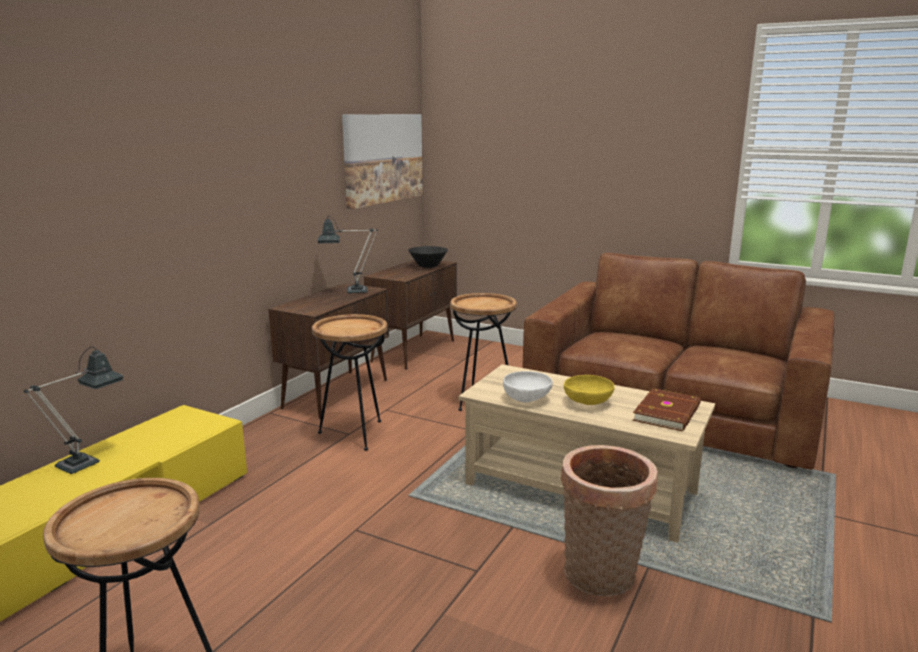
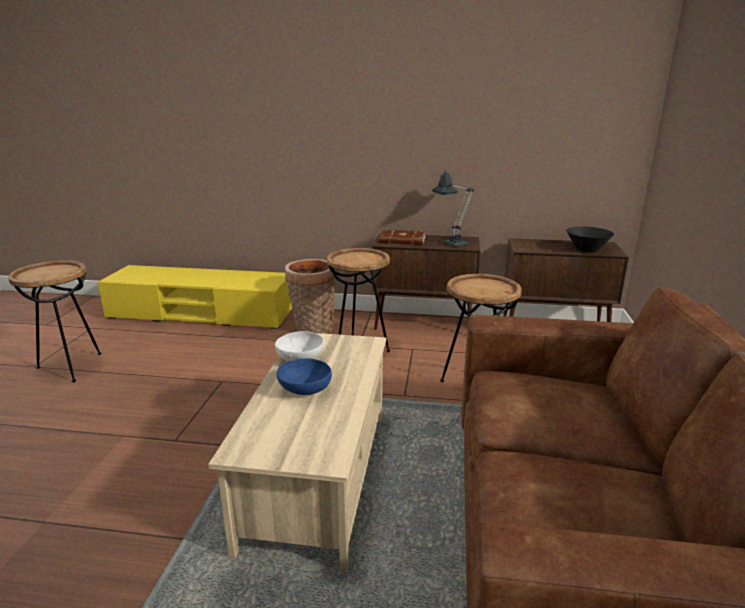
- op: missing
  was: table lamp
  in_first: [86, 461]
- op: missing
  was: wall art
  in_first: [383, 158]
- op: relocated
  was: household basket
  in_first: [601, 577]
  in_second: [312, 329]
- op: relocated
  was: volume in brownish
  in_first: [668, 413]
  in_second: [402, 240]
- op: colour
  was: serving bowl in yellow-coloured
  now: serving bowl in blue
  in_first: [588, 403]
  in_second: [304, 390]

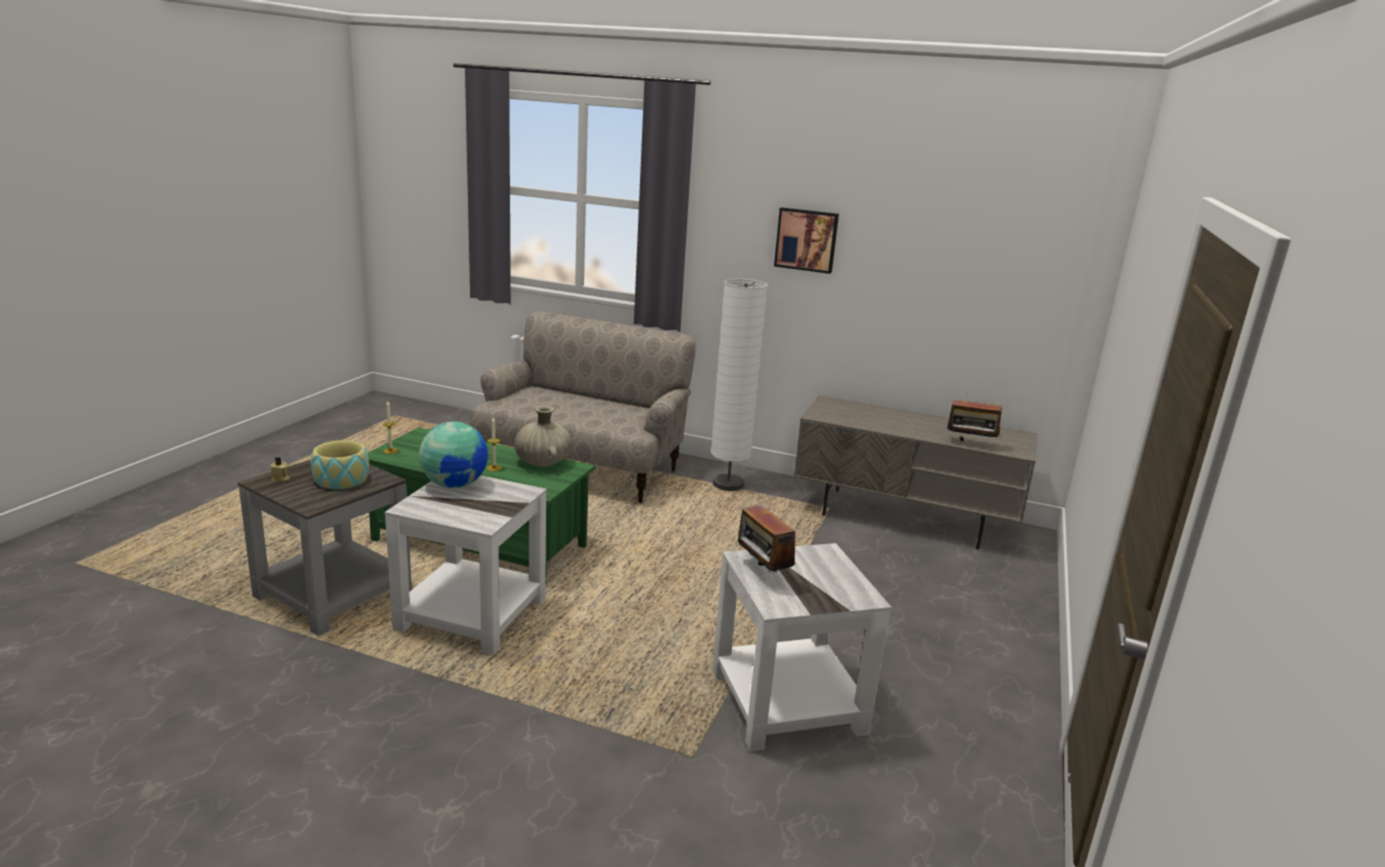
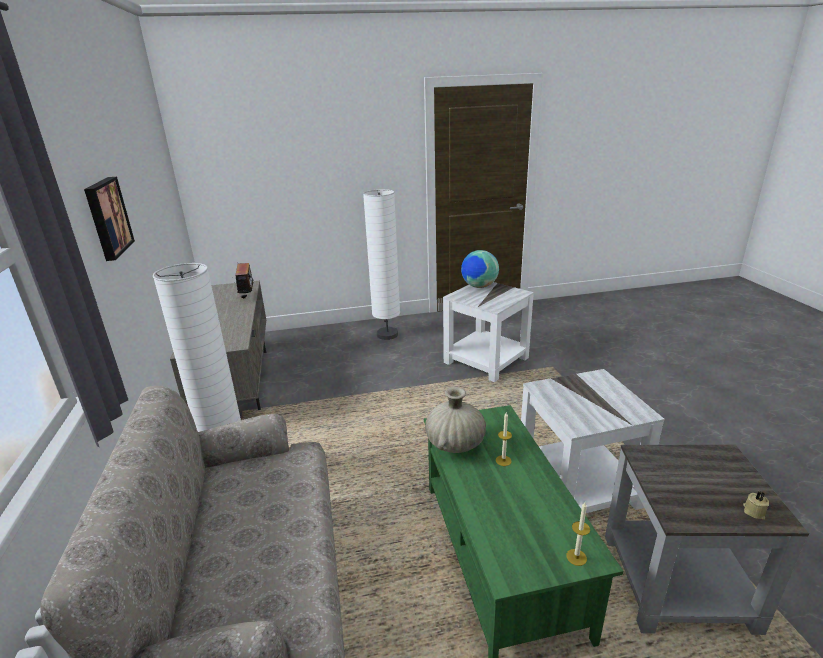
- op: missing
  was: serving bowl
  in_first: [342, 479]
- op: missing
  was: radio
  in_first: [762, 572]
- op: appeared
  now: standing lamp in white-coloured
  in_second: [387, 335]
- op: relocated
  was: world globe
  in_first: [455, 485]
  in_second: [479, 286]

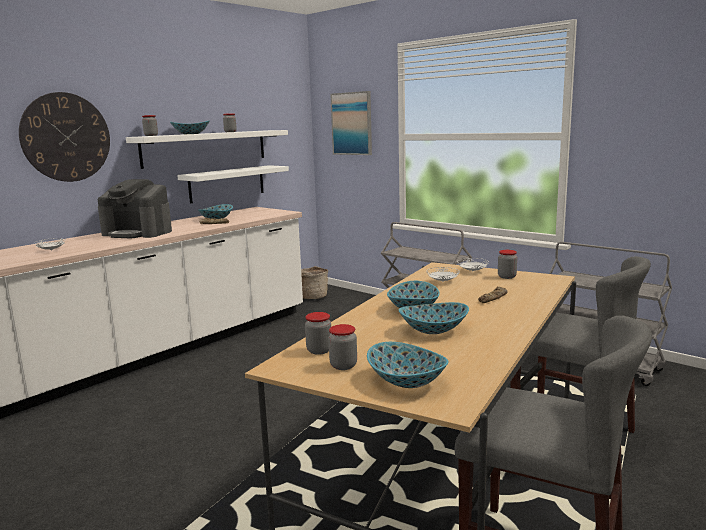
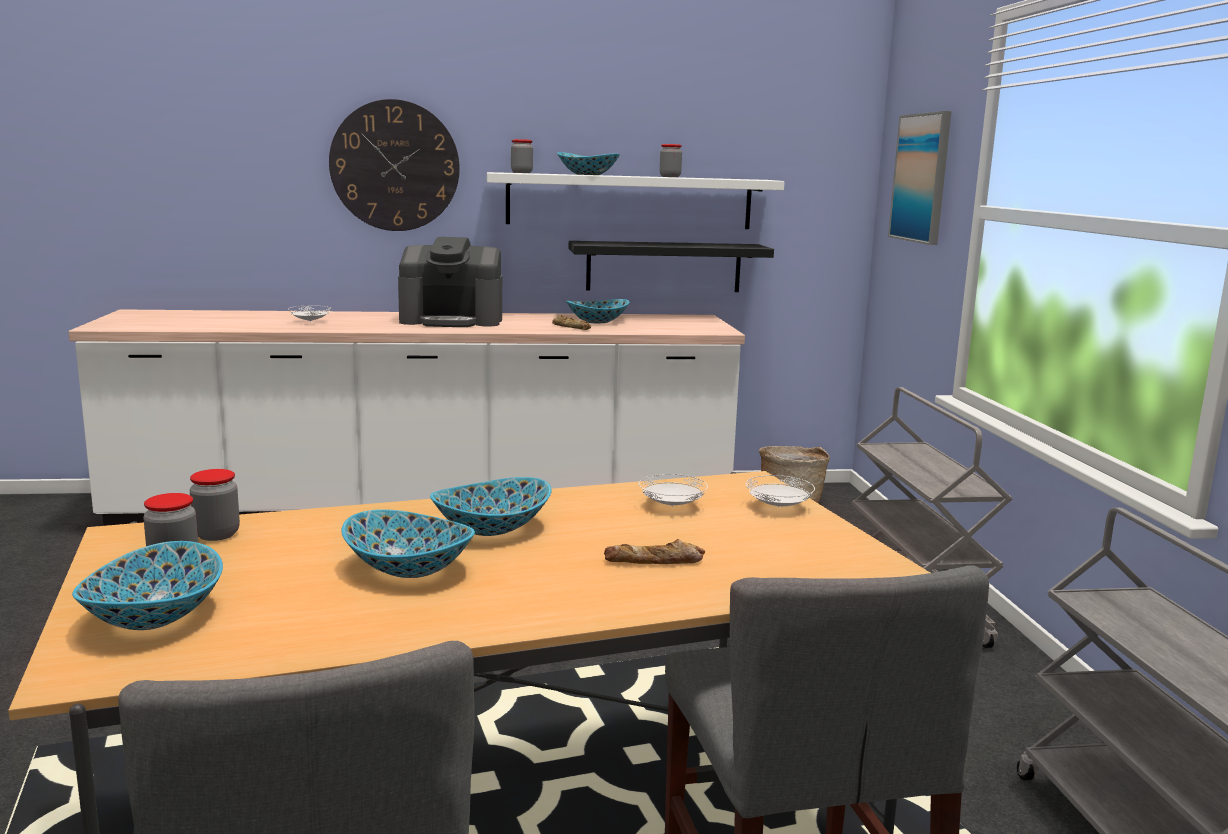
- op: missing
  was: jar
  in_first: [506, 277]
- op: colour
  was: wall shelf in white-coloured
  now: wall shelf in black
  in_first: [227, 183]
  in_second: [663, 266]
- op: spun
  was: coffee machine
  in_first: [138, 233]
  in_second: [452, 320]
  clockwise: -60

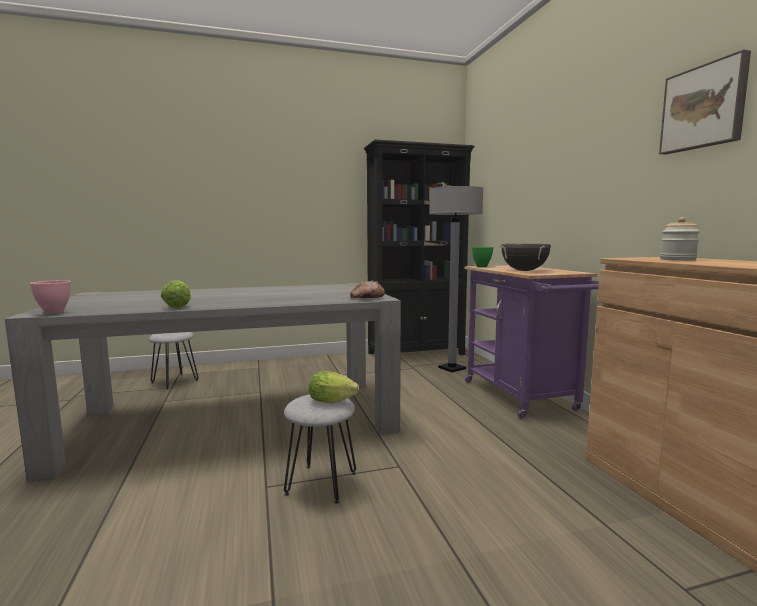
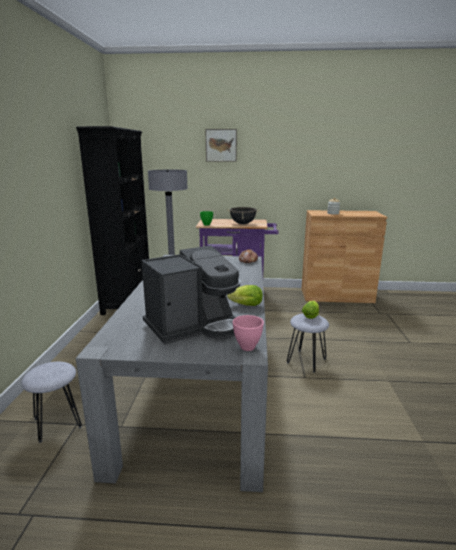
- op: appeared
  now: coffee machine
  in_second: [194, 326]
- op: relocated
  was: wall art
  in_first: [704, 107]
  in_second: [221, 145]

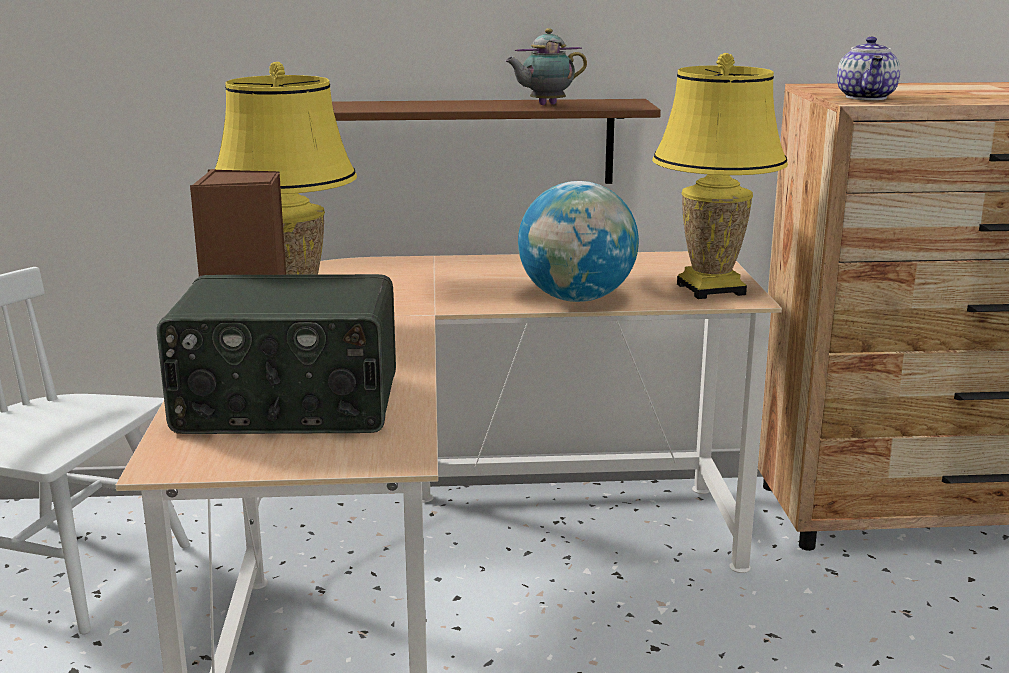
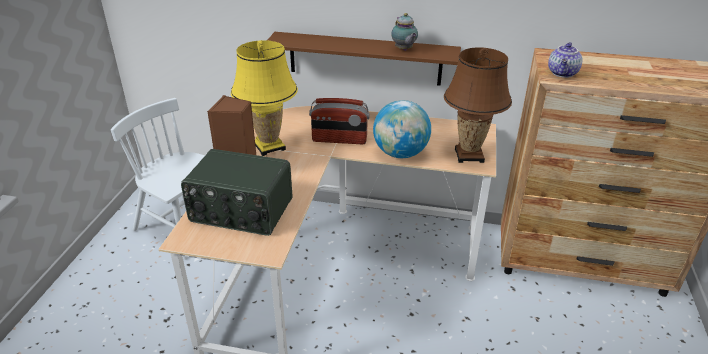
- op: appeared
  now: radio
  in_second: [339, 140]
- op: colour
  was: table lamp in yellow-coloured
  now: table lamp in brownish
  in_first: [710, 289]
  in_second: [468, 155]
- op: spun
  was: pot for tea
  in_first: [544, 105]
  in_second: [404, 50]
  clockwise: -105

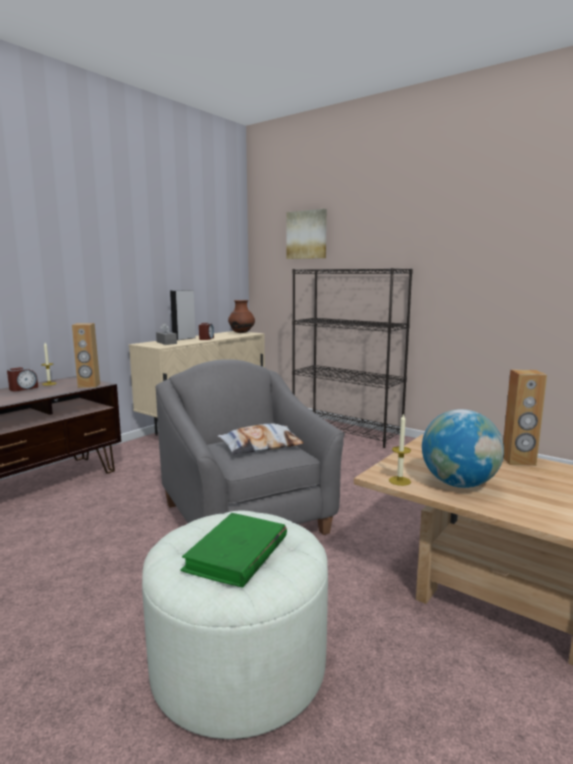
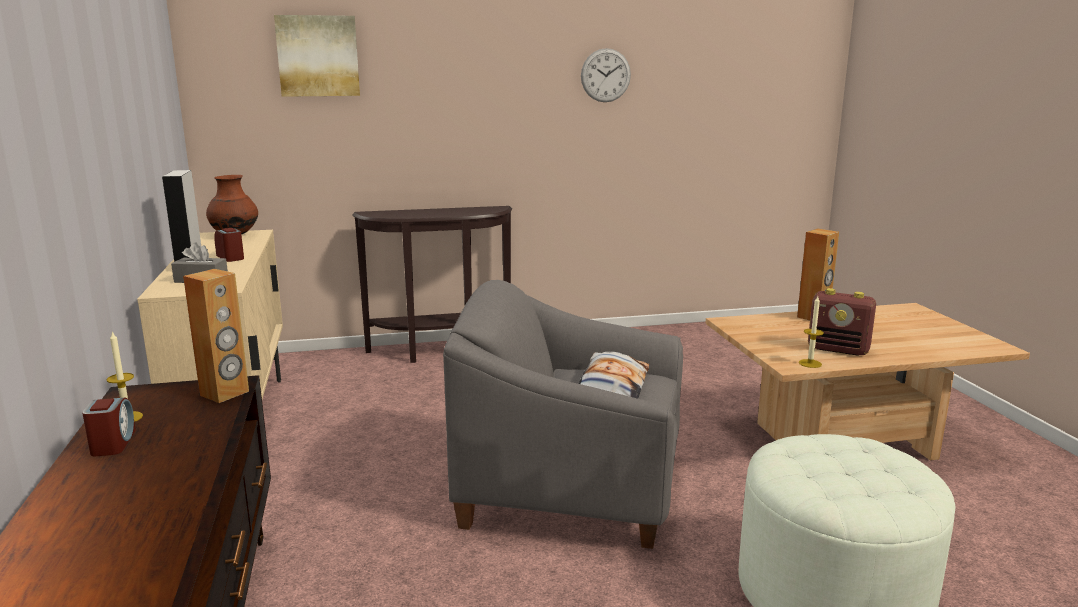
- op: missing
  was: volume in greenish
  in_first: [236, 554]
- op: appeared
  now: clock on the wall
  in_second: [605, 75]
- op: exchanged
  was: bookcase in black
  now: narrow table in brownish
  in_first: [346, 431]
  in_second: [441, 352]
- op: exchanged
  was: world globe
  now: radio
  in_first: [459, 484]
  in_second: [839, 349]

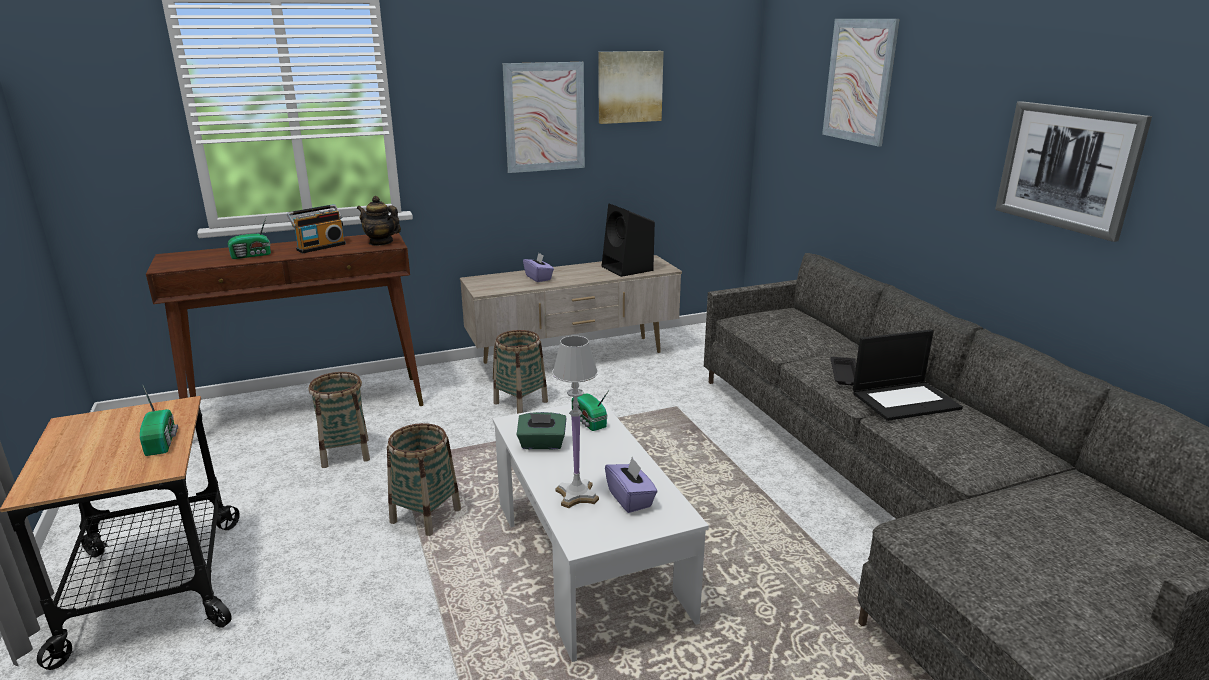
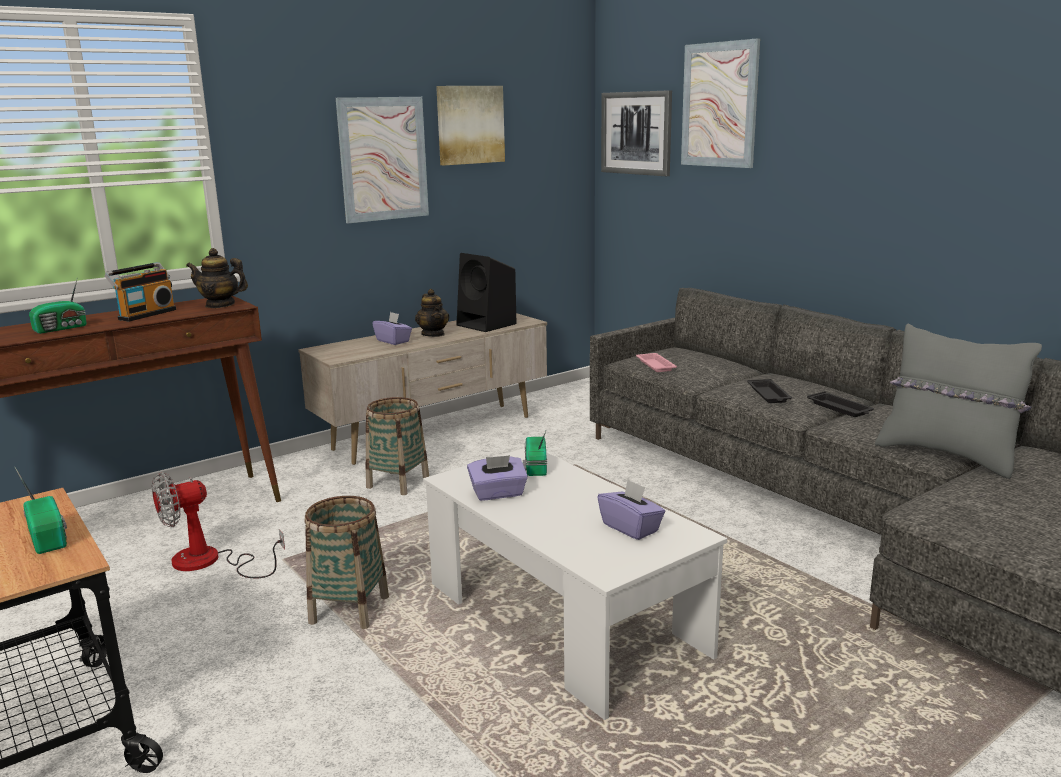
- op: missing
  was: table lamp in white-coloured
  in_first: [576, 494]
- op: appeared
  now: pot for tea
  in_second: [433, 334]
- op: appeared
  now: carrying tray in pink
  in_second: [655, 365]
- op: appeared
  now: cushion in grey
  in_second: [947, 455]
- op: relocated
  was: wall art
  in_first: [1067, 167]
  in_second: [636, 133]
- op: exchanged
  was: household basket
  now: cooling fan
  in_first: [345, 453]
  in_second: [210, 562]
- op: exchanged
  was: portable computer
  now: carrying tray in black
  in_first: [905, 400]
  in_second: [840, 408]
- op: colour
  was: tissue holder in greenish
  now: tissue holder in purple-coloured
  in_first: [542, 444]
  in_second: [498, 494]
- op: spun
  was: radio
  in_first: [588, 422]
  in_second: [534, 467]
  clockwise: 45

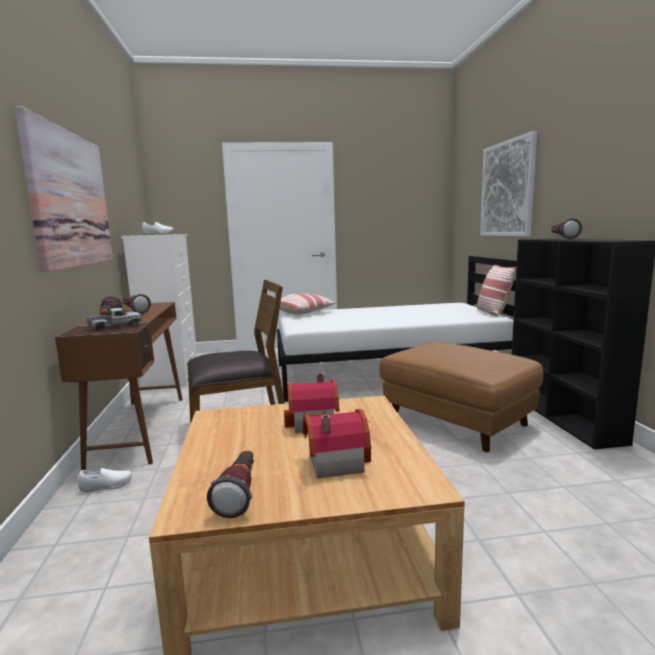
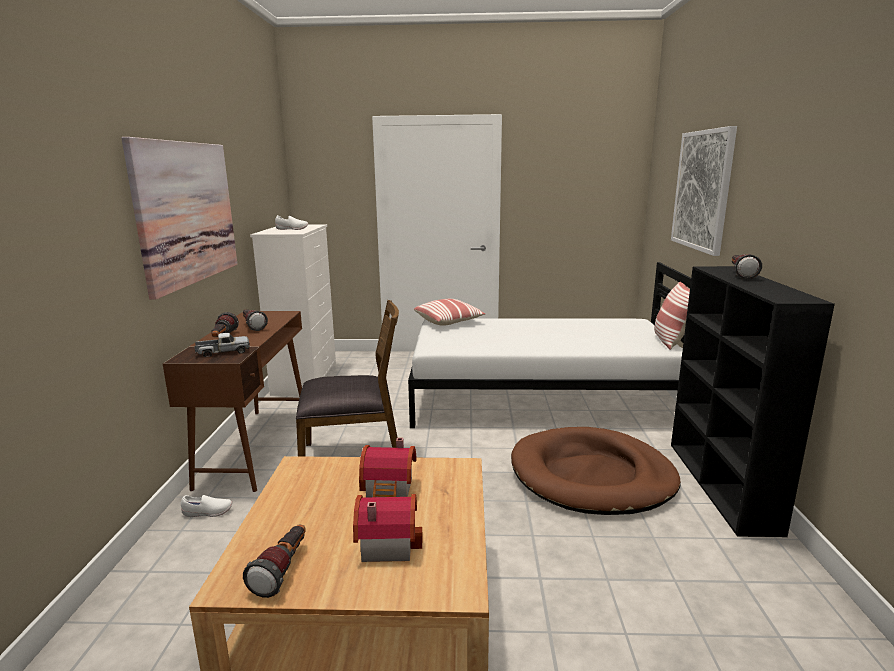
- op: exchanged
  was: footrest in brownish
  now: pet bed in brownish
  in_first: [457, 420]
  in_second: [592, 476]

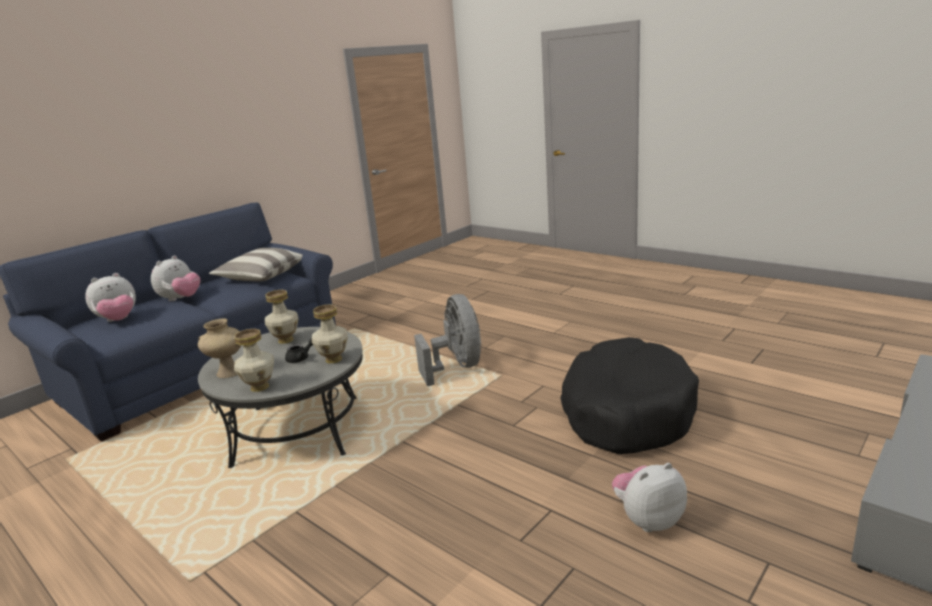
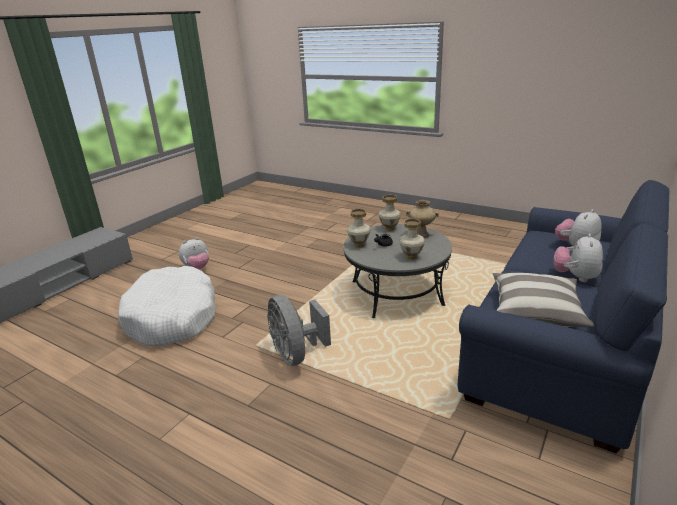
- op: colour
  was: pet bed in black
  now: pet bed in white-coloured
  in_first: [626, 411]
  in_second: [172, 317]

